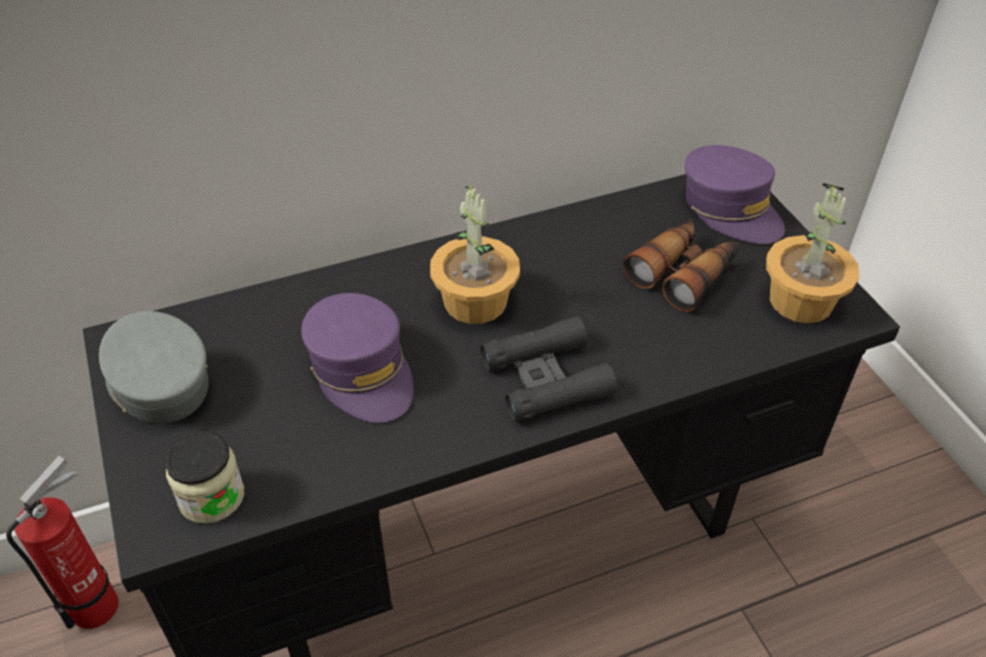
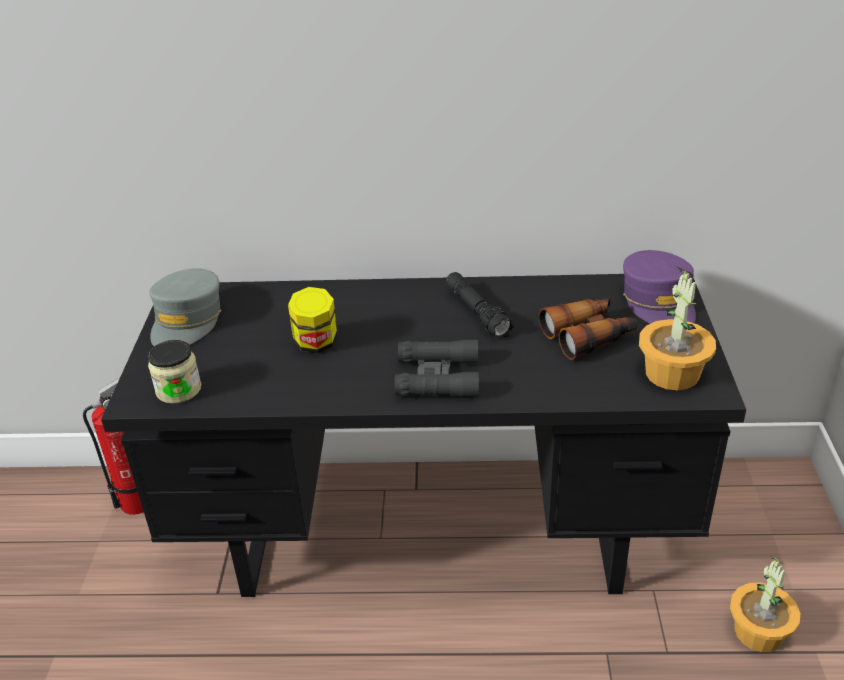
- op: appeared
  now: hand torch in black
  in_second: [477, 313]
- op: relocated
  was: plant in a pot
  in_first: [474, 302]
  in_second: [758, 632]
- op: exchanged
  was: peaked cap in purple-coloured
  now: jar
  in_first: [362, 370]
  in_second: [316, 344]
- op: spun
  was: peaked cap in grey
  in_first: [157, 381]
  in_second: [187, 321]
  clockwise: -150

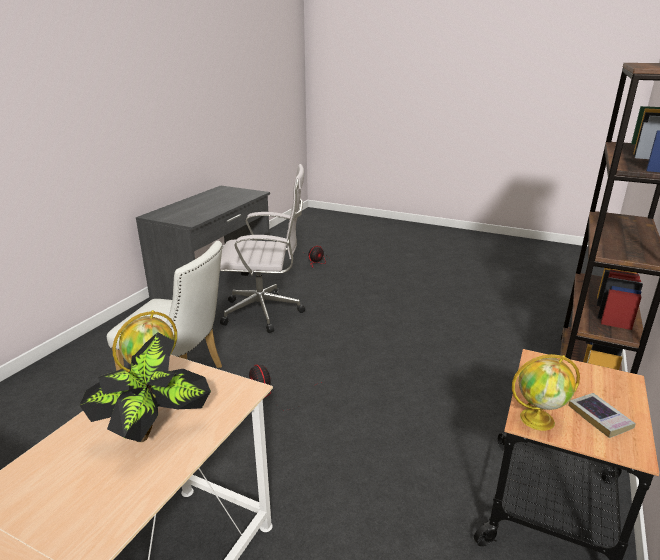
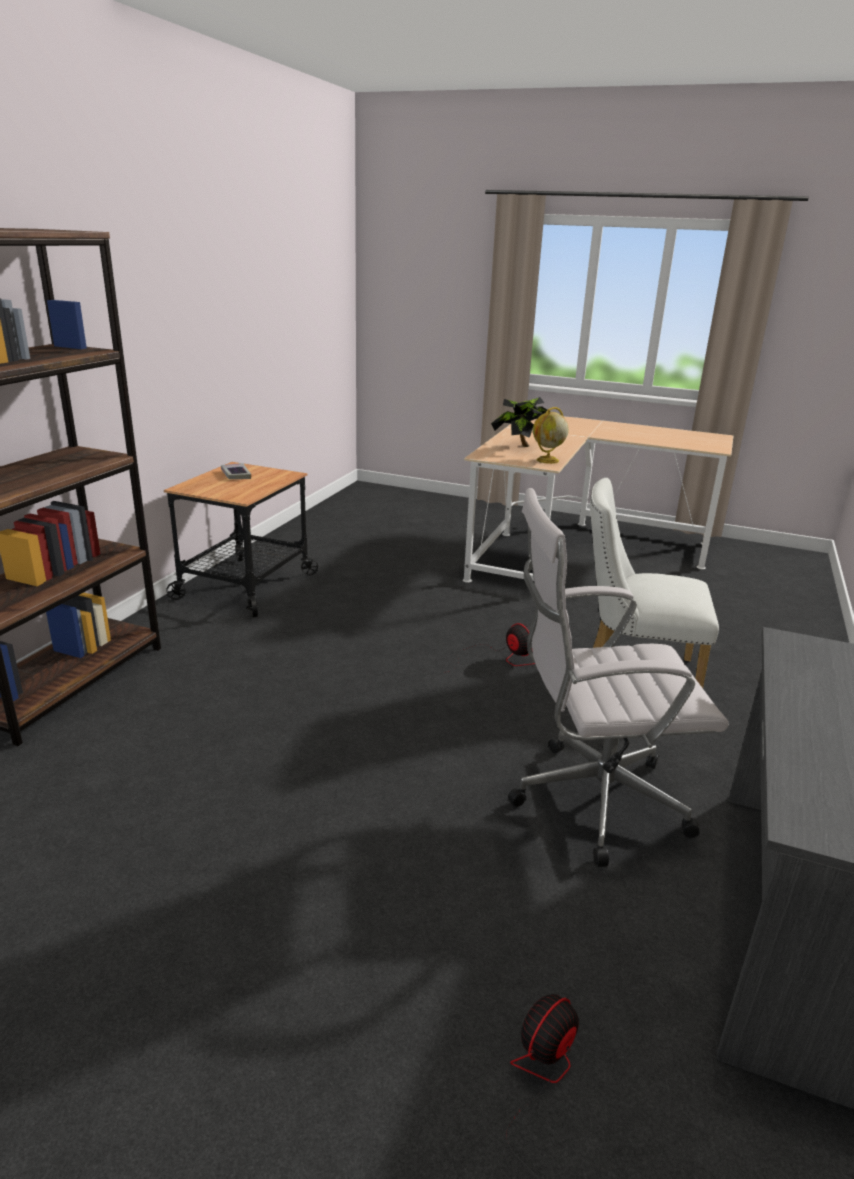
- op: missing
  was: world globe
  in_first: [538, 419]

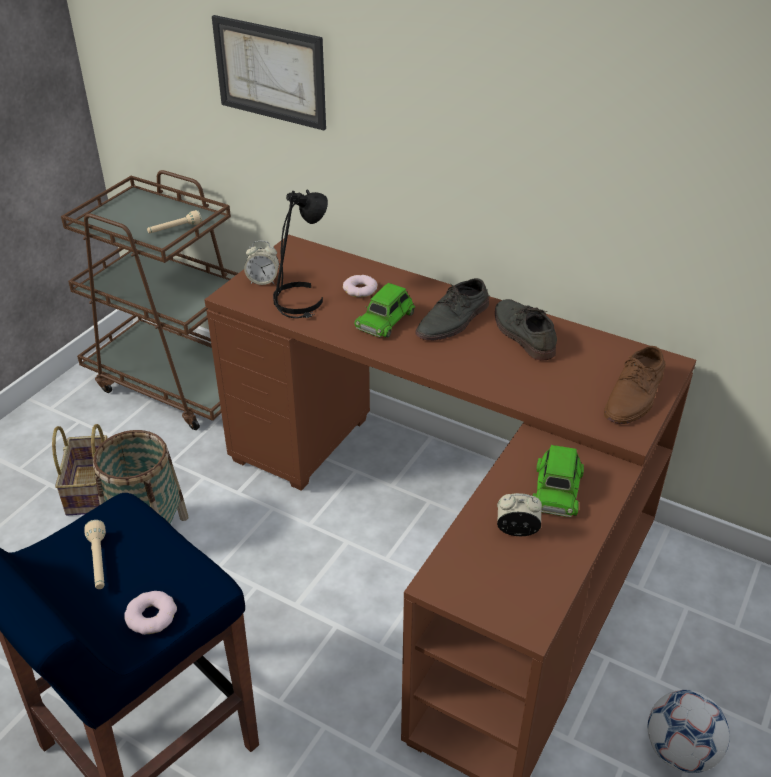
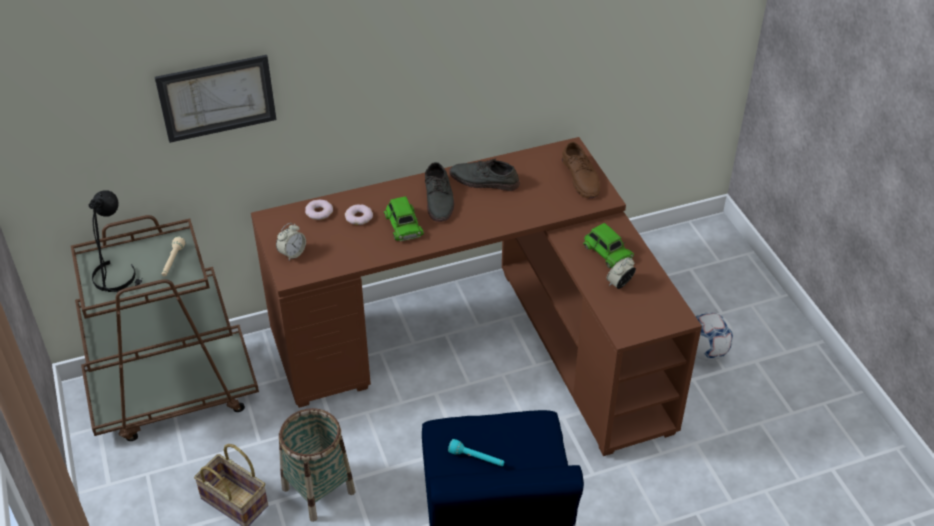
- op: relocated
  was: donut
  in_first: [151, 616]
  in_second: [319, 212]
- op: relocated
  was: table lamp in black
  in_first: [300, 301]
  in_second: [117, 277]
- op: colour
  was: hand torch in sand-coloured
  now: hand torch in turquoise-coloured
  in_first: [99, 562]
  in_second: [476, 458]

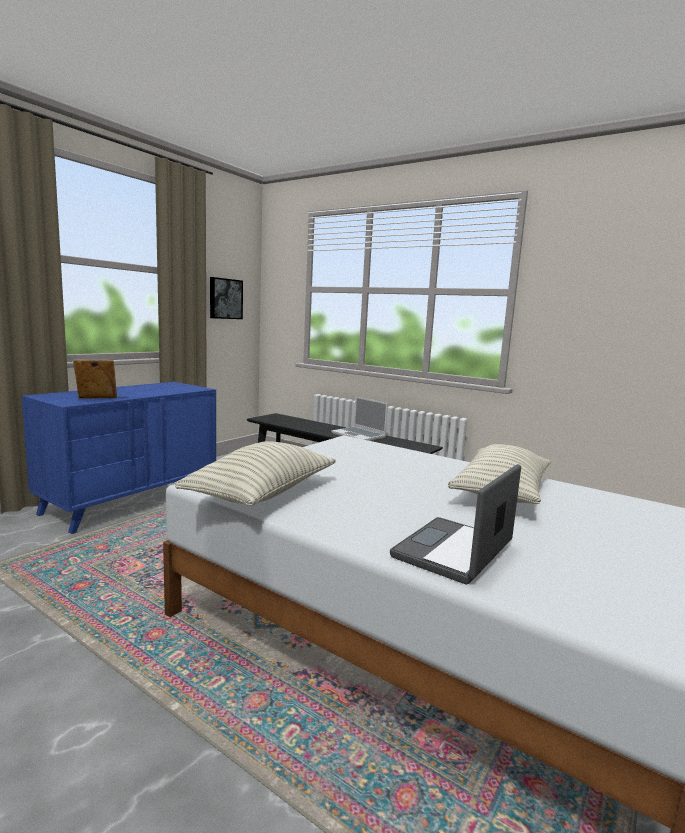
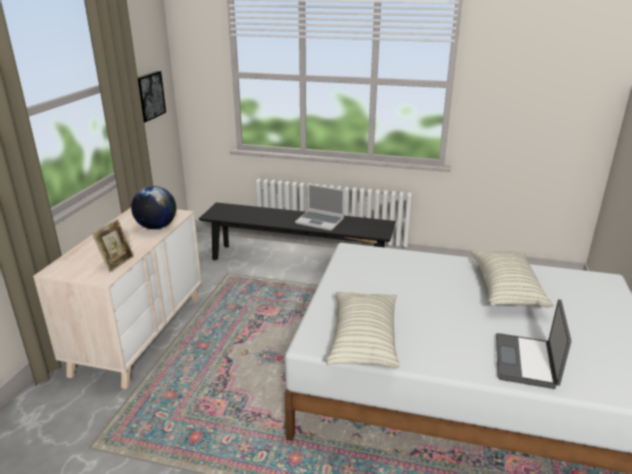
- op: appeared
  now: world globe
  in_second: [156, 227]
- op: colour
  was: dresser in blue
  now: dresser in sand-coloured
  in_first: [132, 500]
  in_second: [140, 334]
- op: spun
  was: standing frame
  in_first: [96, 399]
  in_second: [117, 263]
  clockwise: 150

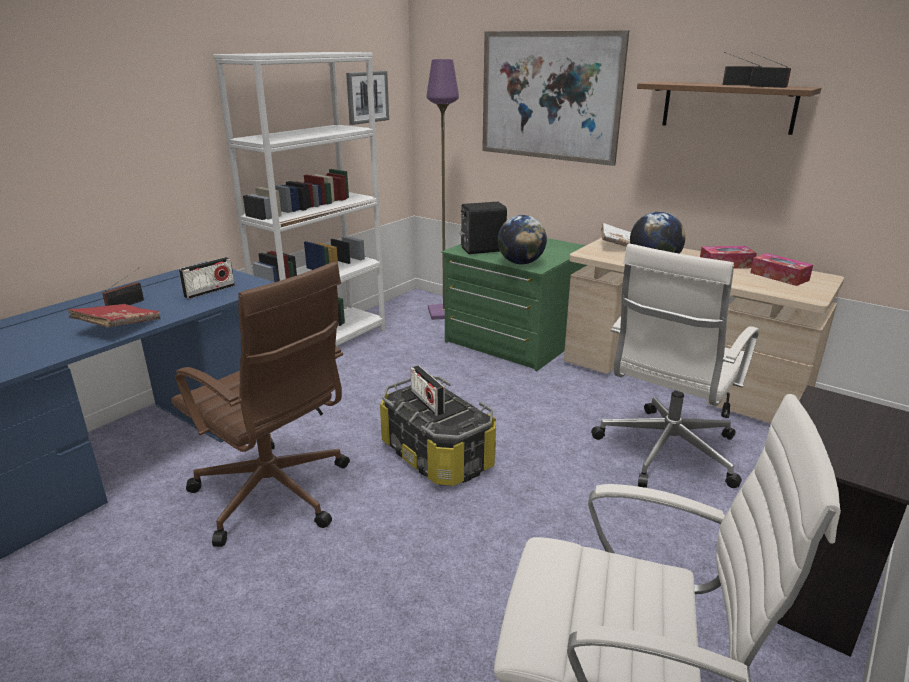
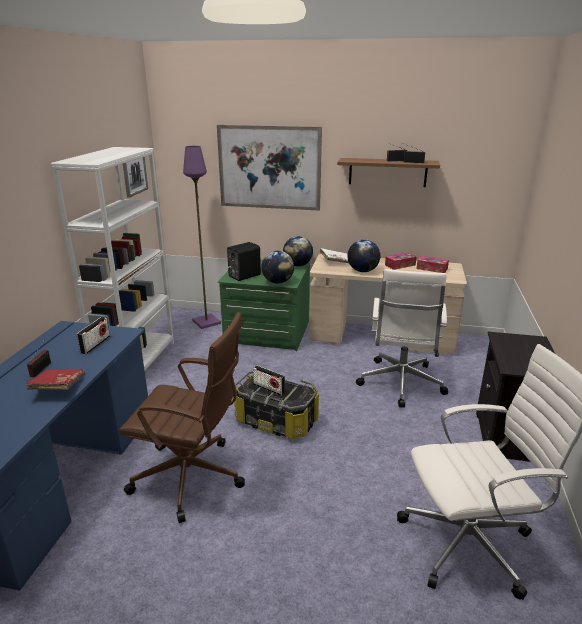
- op: appeared
  now: world globe
  in_second: [298, 265]

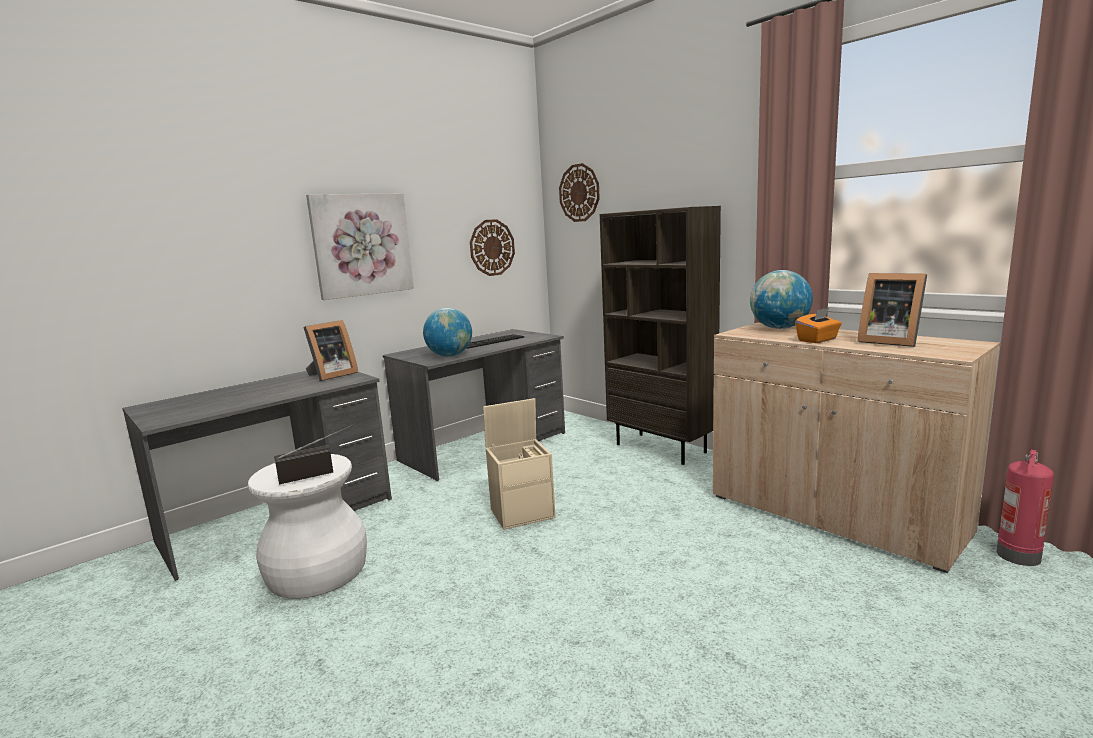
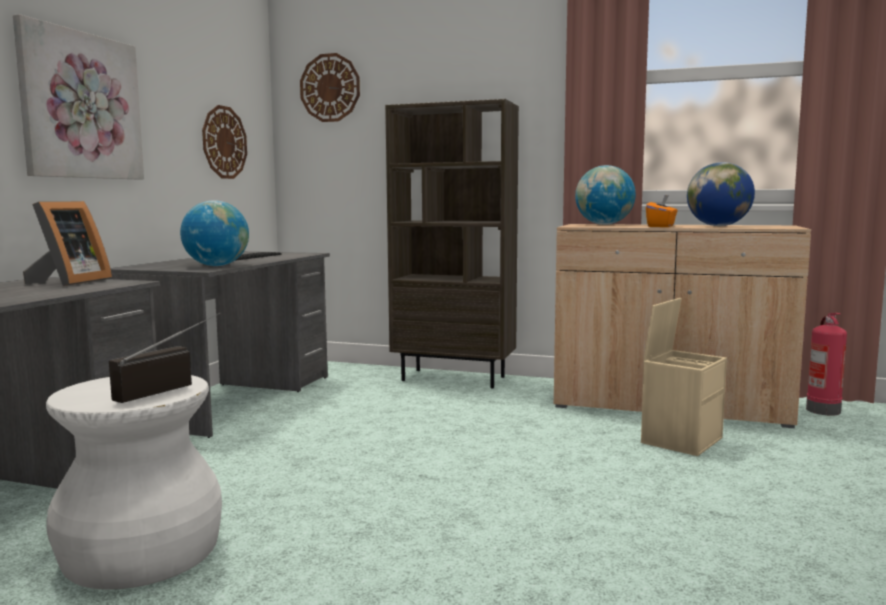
- op: relocated
  was: storage container in sand-coloured
  in_first: [523, 513]
  in_second: [681, 439]
- op: exchanged
  was: standing frame
  now: world globe
  in_first: [888, 341]
  in_second: [718, 226]

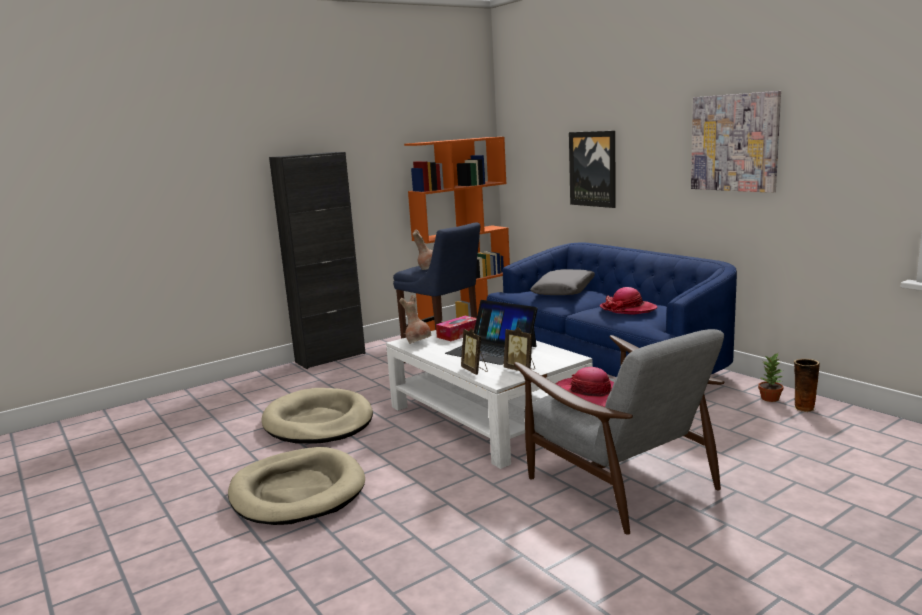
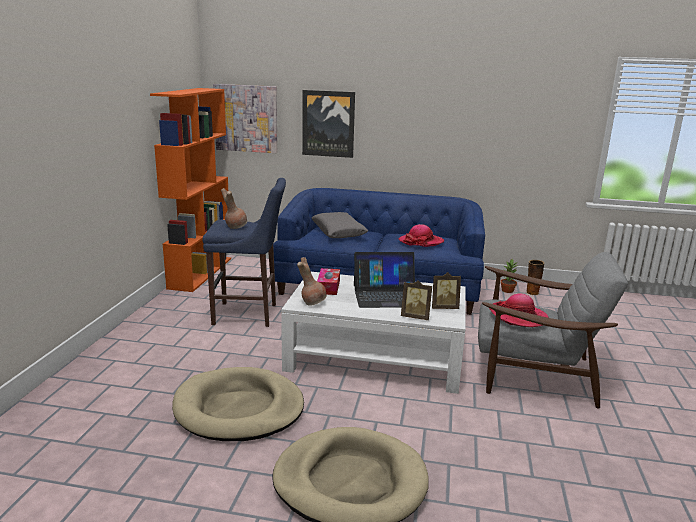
- op: missing
  was: cabinet in black
  in_first: [330, 358]
- op: relocated
  was: wall art
  in_first: [734, 143]
  in_second: [246, 118]

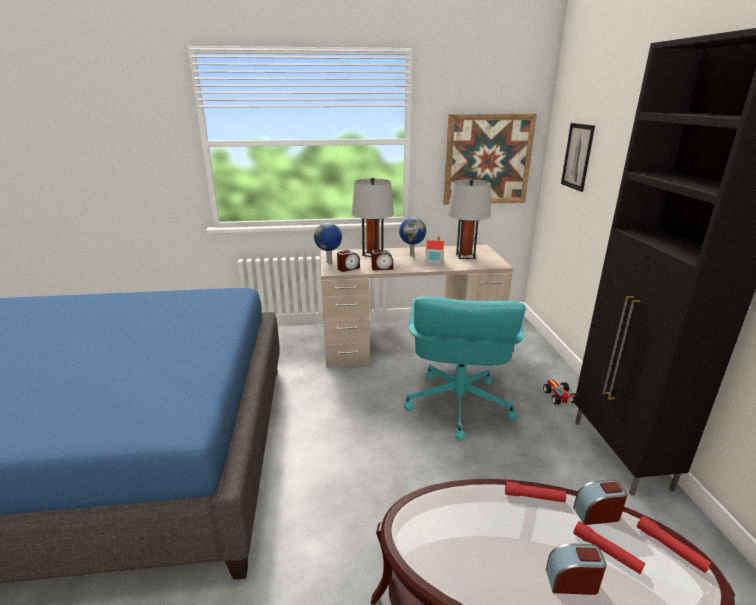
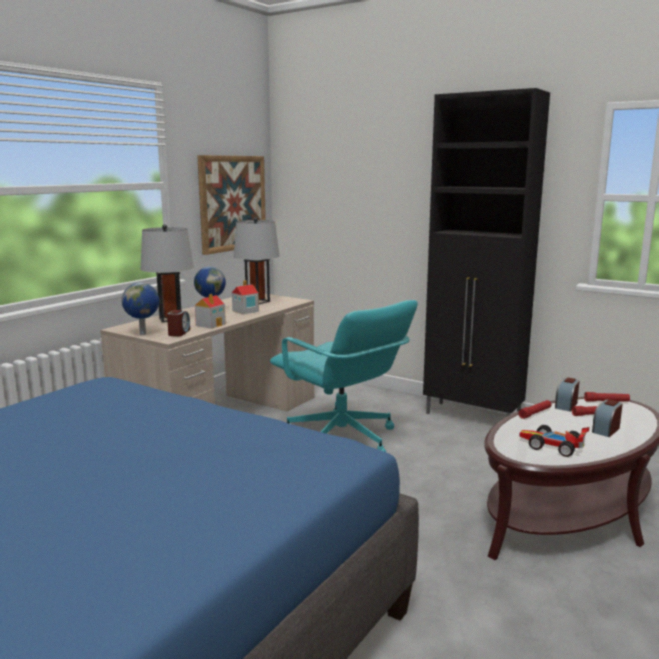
- op: missing
  was: wall art
  in_first: [577, 156]
- op: relocated
  was: toy car
  in_first: [558, 396]
  in_second: [553, 447]
- op: exchanged
  was: table clock
  now: miniature house
  in_first: [382, 268]
  in_second: [211, 325]

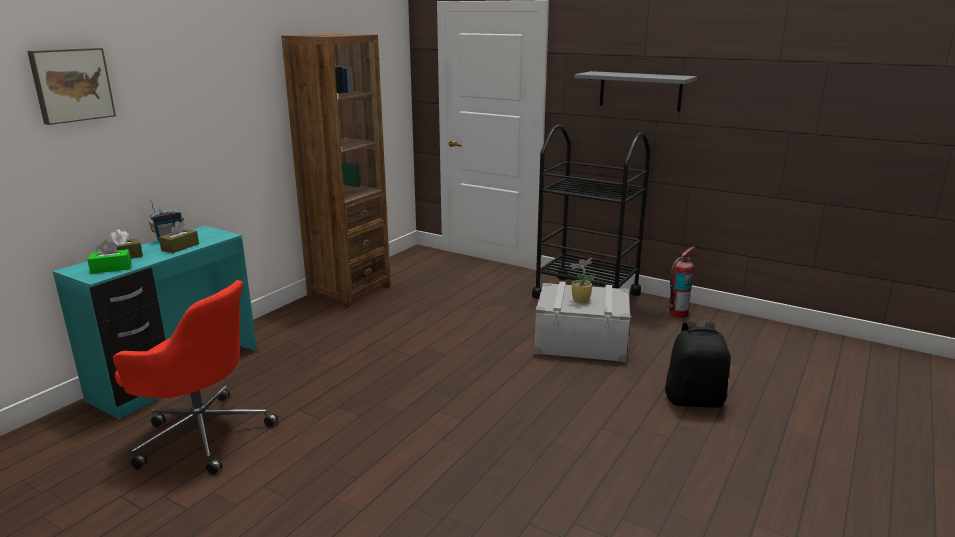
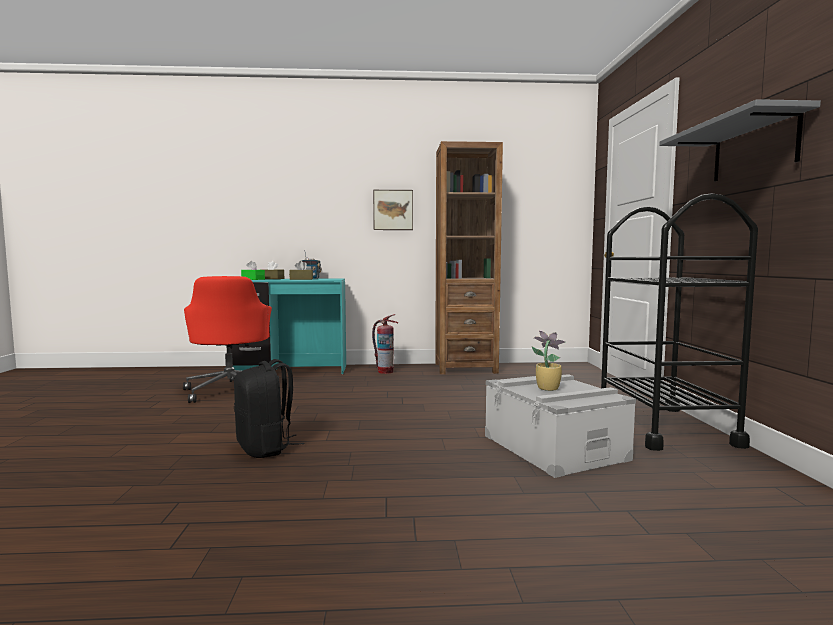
- op: relocated
  was: wall art
  in_first: [71, 85]
  in_second: [393, 210]
- op: relocated
  was: rucksack in black
  in_first: [694, 400]
  in_second: [265, 448]
- op: relocated
  was: extinguisher
  in_first: [677, 313]
  in_second: [385, 371]

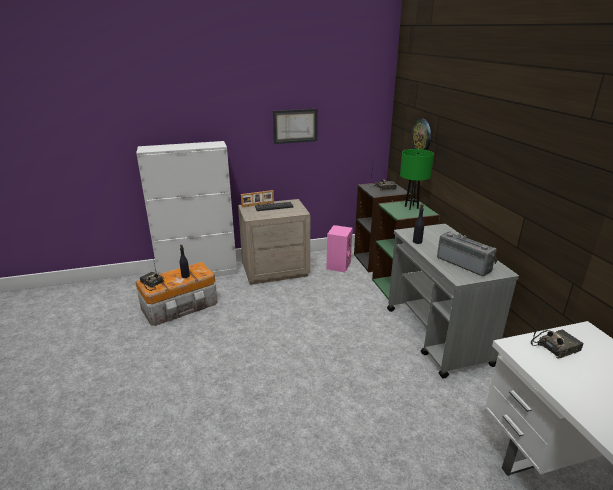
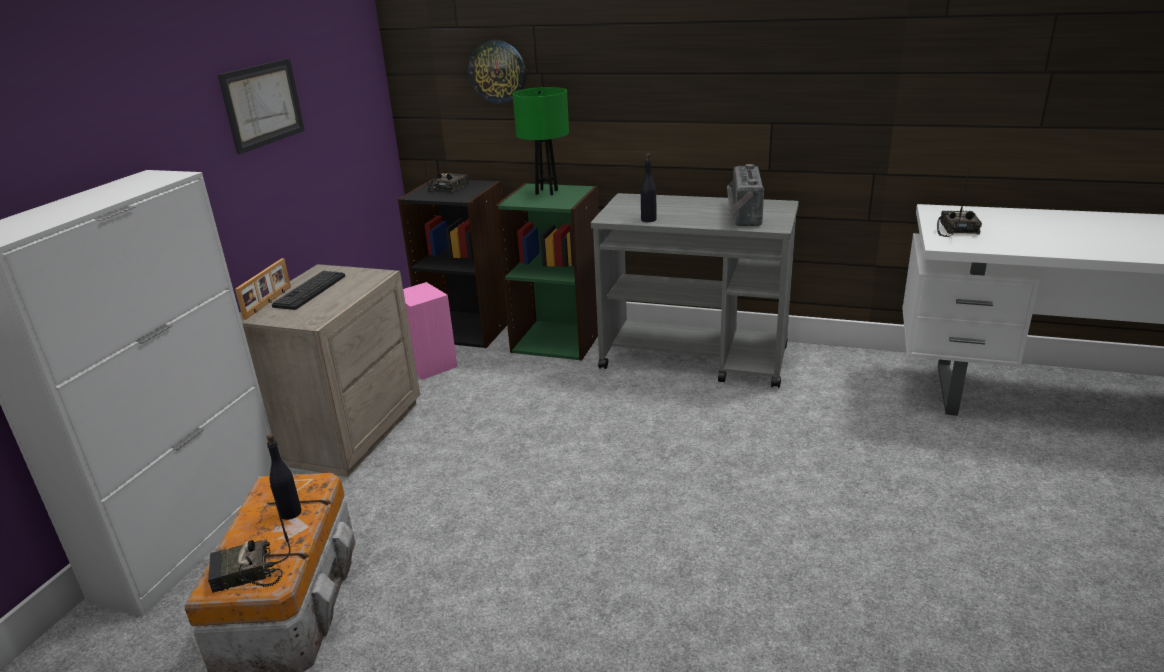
- op: spun
  was: radio
  in_first: [465, 264]
  in_second: [741, 214]
  clockwise: -75

